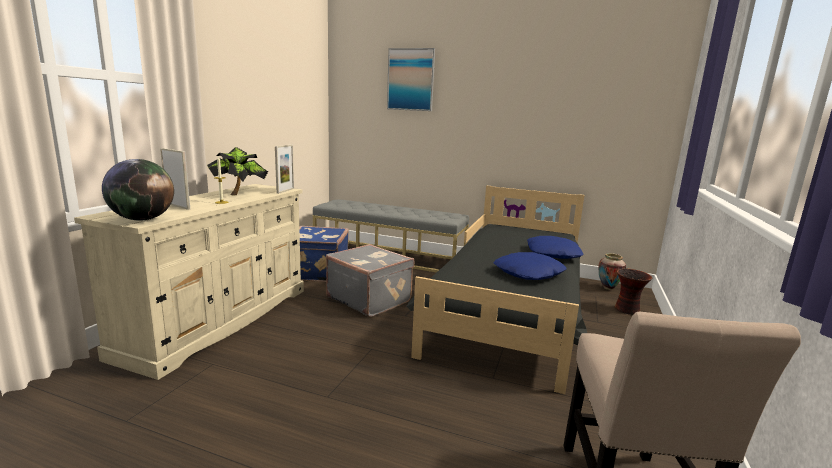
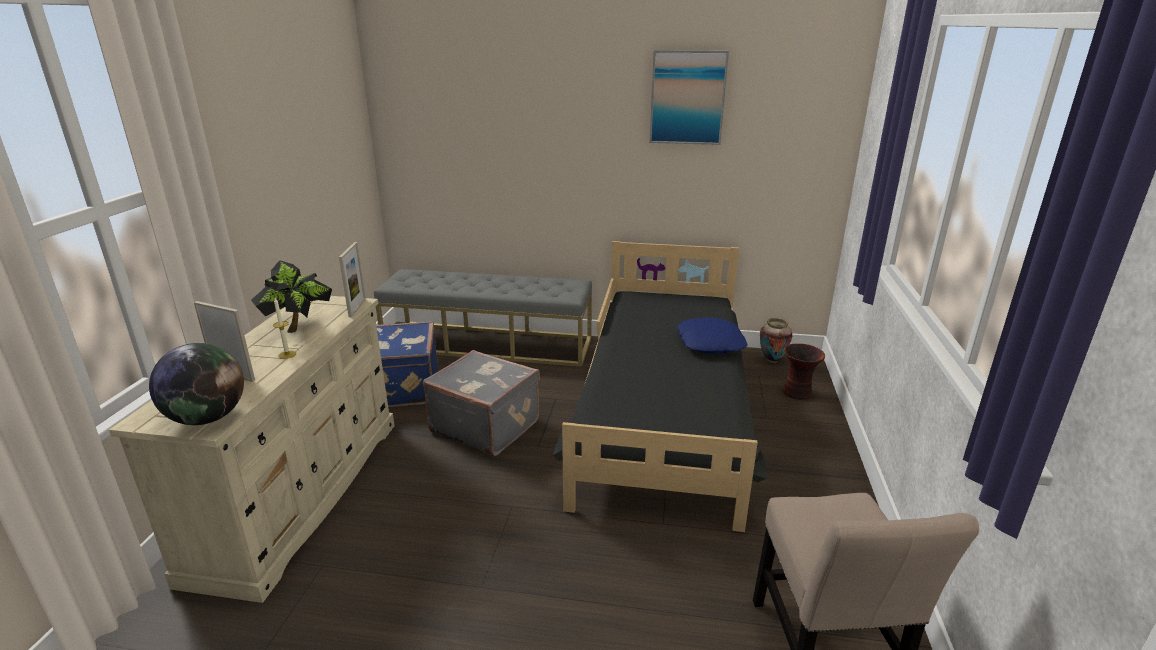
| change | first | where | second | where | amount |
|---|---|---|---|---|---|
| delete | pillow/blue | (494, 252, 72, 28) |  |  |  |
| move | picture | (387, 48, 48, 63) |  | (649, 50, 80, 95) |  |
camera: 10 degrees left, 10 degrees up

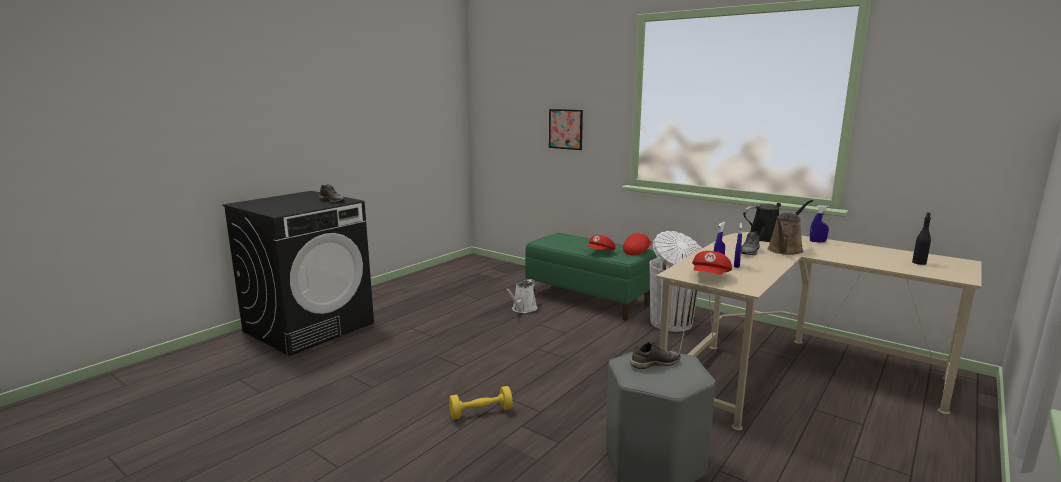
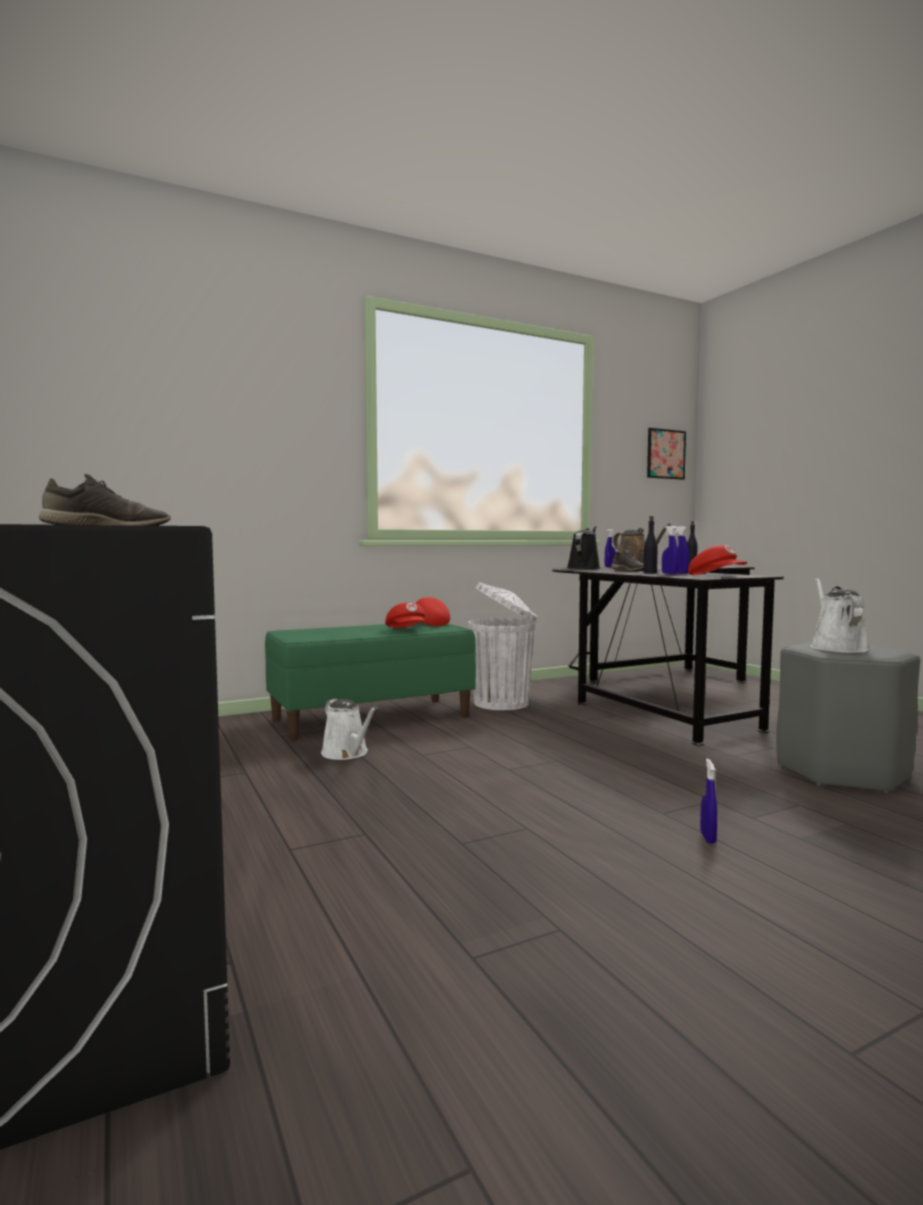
| change | first | where | second | where | amount |
|---|---|---|---|---|---|
| insert |  |  | bottle/black | (643, 516, 15, 57) |  |
| move | picture | (549, 109, 34, 41) |  | (647, 428, 39, 52) |  |
| replace | dumbbell/yellow | (449, 386, 64, 34) | spray bottle/blue | (700, 759, 17, 85) |  |
| replace | shoe/grey | (630, 341, 51, 28) | watering can/white | (811, 578, 59, 75) |  |
| recolor | desk/beige | (656, 232, 326, 199) | desk/black | (552, 565, 232, 181) |  |
camera: 65 degrees left, 10 degrees down

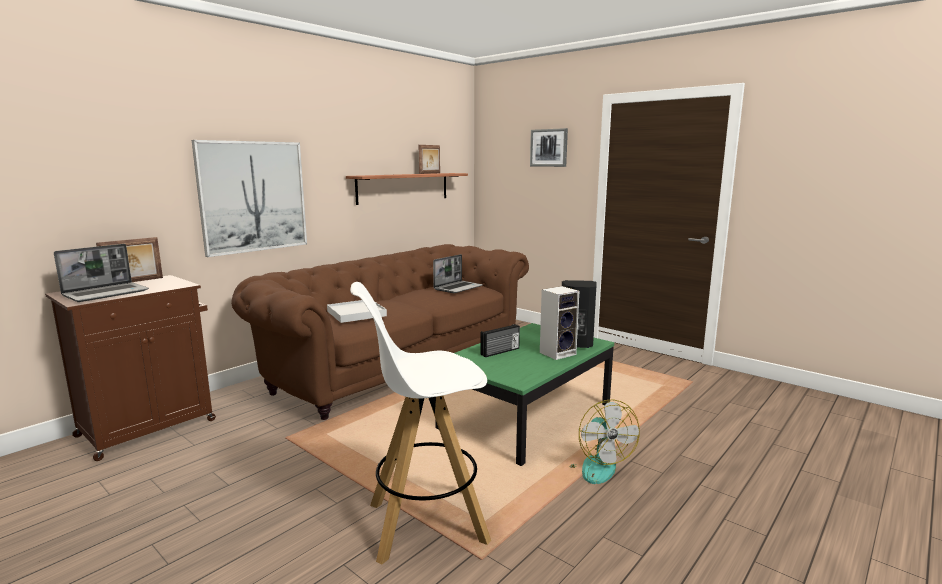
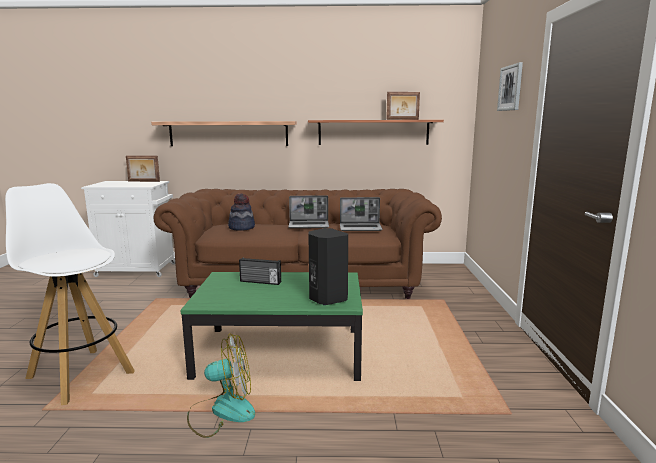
| change | first | where | second | where | amount |
|---|---|---|---|---|---|
| delete | speaker | (540, 286, 39, 74) |  |  |  |
| move | laptop | (54, 244, 95, 58) |  | (288, 195, 41, 33) |  |
| replace | picture | (192, 140, 115, 117) | shelf | (151, 121, 146, 25) |  |
| replace | tray/white | (327, 300, 60, 23) | hat | (228, 193, 27, 38) |  |
| recolor | cabinet/brown | (45, 275, 171, 186) | cabinet/white | (81, 181, 94, 96) |  |
| rotate | fan | (569, 399, 71, 85) |  | (187, 333, 68, 105) | 135 degrees counterclockwise |
camera: 50 degrees right, 0 degrees up

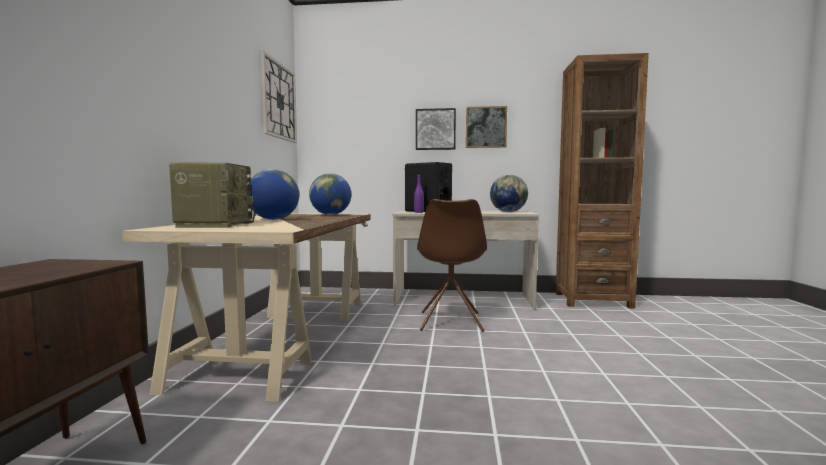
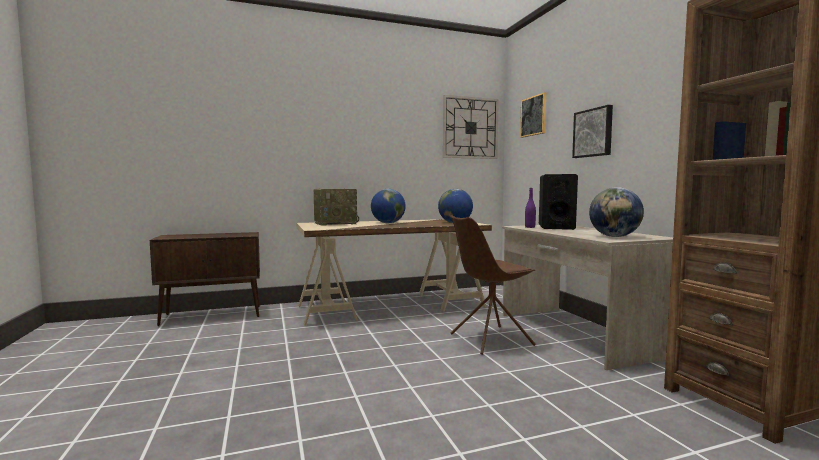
| change | first | where | second | where | amount |
|---|---|---|---|---|---|
| move | picture | (466, 106, 41, 42) |  | (520, 92, 26, 46) |  |
camera: 65 degrees right, 0 degrees up

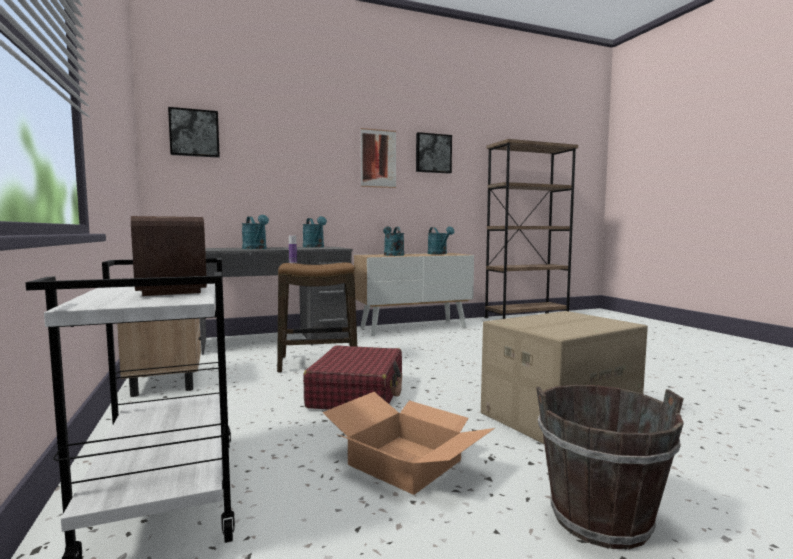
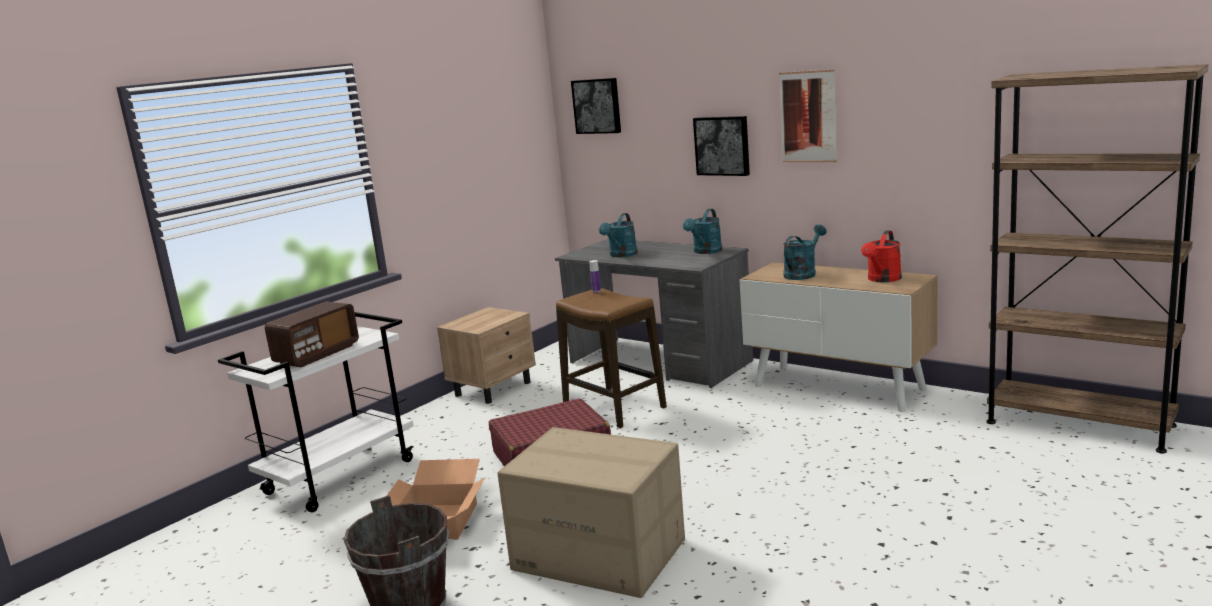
| change | first | where | second | where | amount |
|---|---|---|---|---|---|
| move | picture | (416, 132, 36, 42) |  | (693, 116, 57, 60) |  |
| recolor | watering can/turquoise | (428, 226, 26, 28) | watering can/red | (861, 230, 41, 52) |  |
camera: 60 degrees right, 10 degrees up

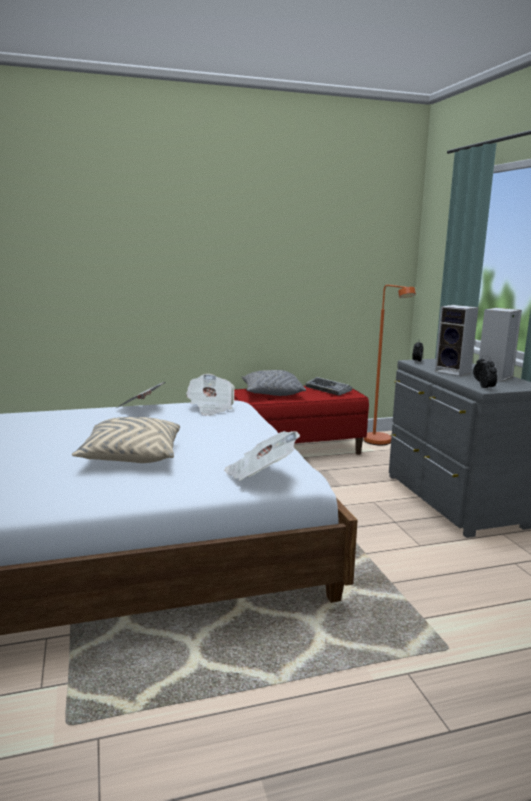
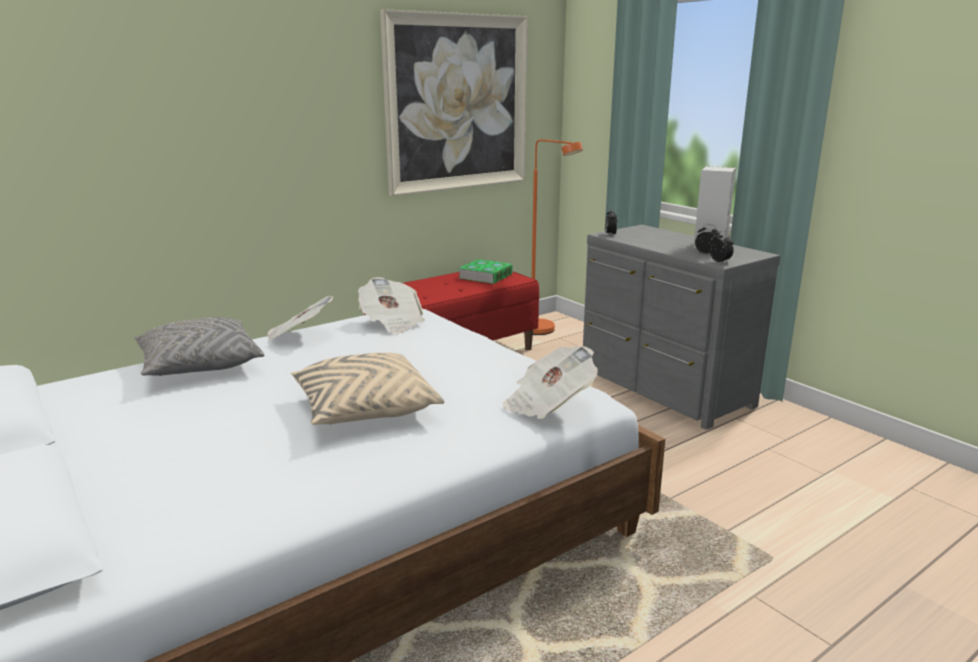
| change | first | where | second | where | amount |
|---|---|---|---|---|---|
| delete | speaker | (435, 305, 43, 71) |  |  |  |
| insert |  |  | picture | (380, 9, 148, 187) |  |
| move | pillow/grey | (242, 370, 64, 26) |  | (134, 317, 130, 59) |  |
| replace | keyboard | (306, 377, 46, 19) | book | (459, 259, 54, 25) |  |
camera: 20 degrees left, 5 degrees up

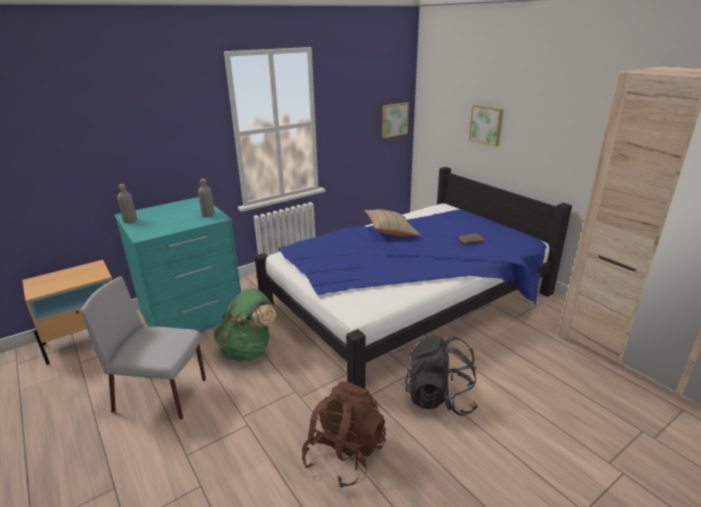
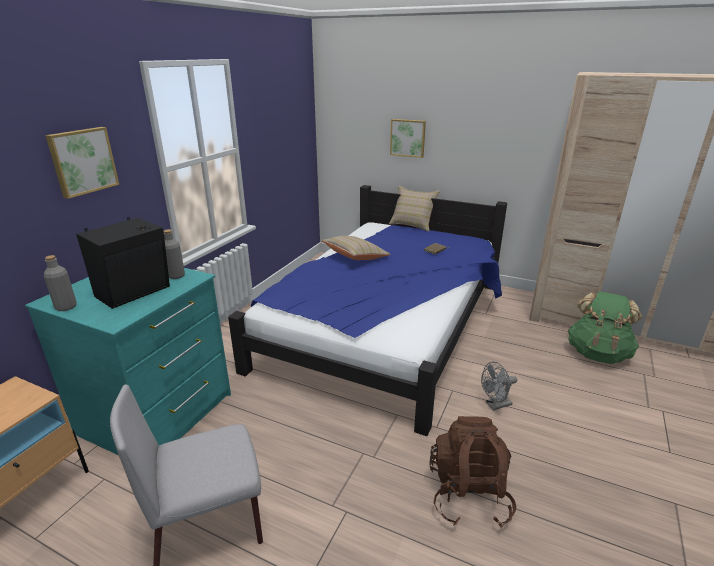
| change | first | where | second | where | amount |
|---|---|---|---|---|---|
| insert |  |  | speaker/black | (76, 217, 94, 92) |  |
| insert |  |  | pillow/beige | (389, 186, 51, 46) |  |
| move | backpack/green | (214, 288, 62, 73) |  | (568, 291, 74, 73) |  |
| move | picture | (382, 102, 27, 36) |  | (45, 127, 74, 72) |  |
| replace | backpack/black | (405, 335, 73, 81) | fan/grey | (481, 361, 36, 50) |  |
camera: 30 degrees left, 0 degrees up

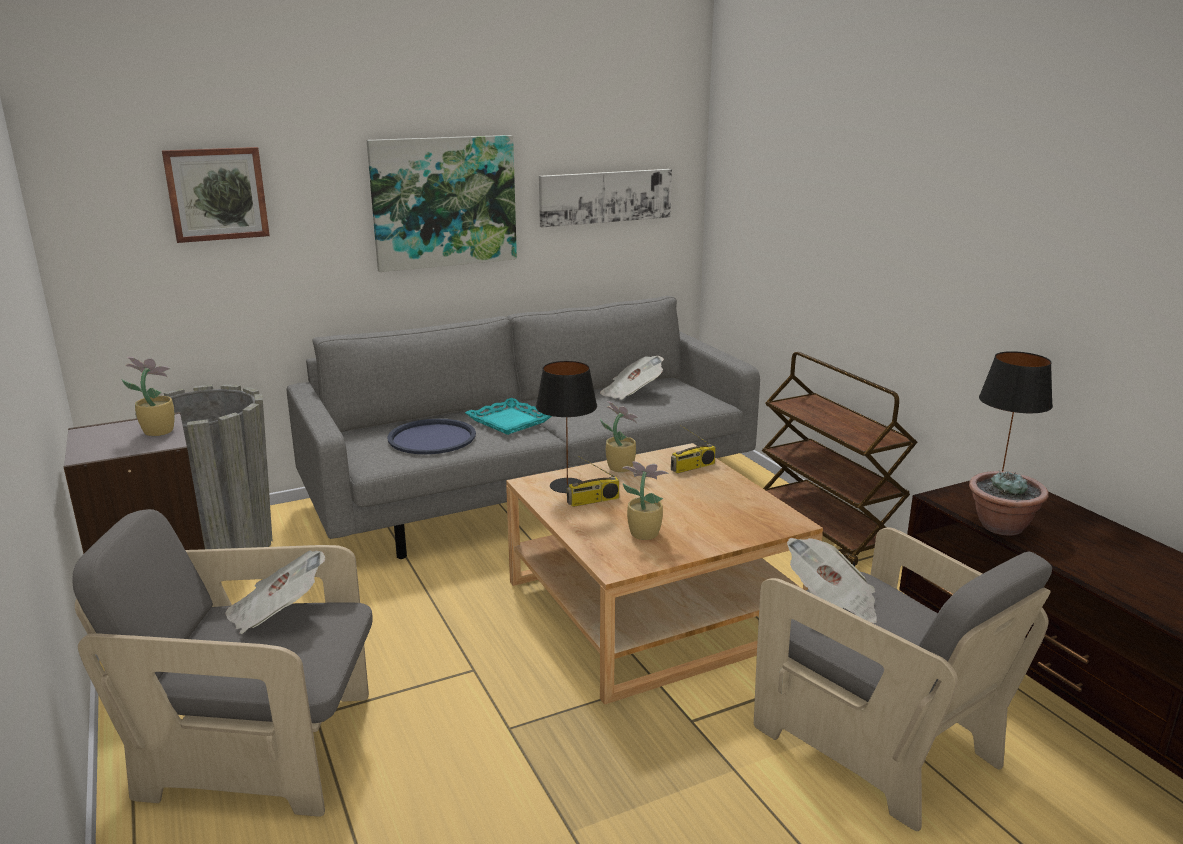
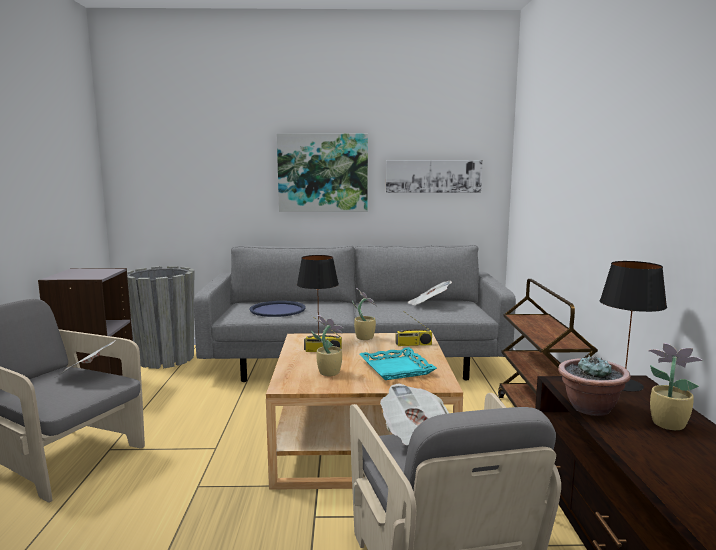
| change | first | where | second | where | amount |
|---|---|---|---|---|---|
| delete | picture | (162, 147, 108, 96) |  |  |  |
| move | potted plant | (121, 357, 54, 79) |  | (648, 343, 55, 87) |  |
| move | tray/turquoise | (465, 398, 87, 37) |  | (360, 347, 77, 33) |  |
camera: 25 degrees right, 10 degrees down

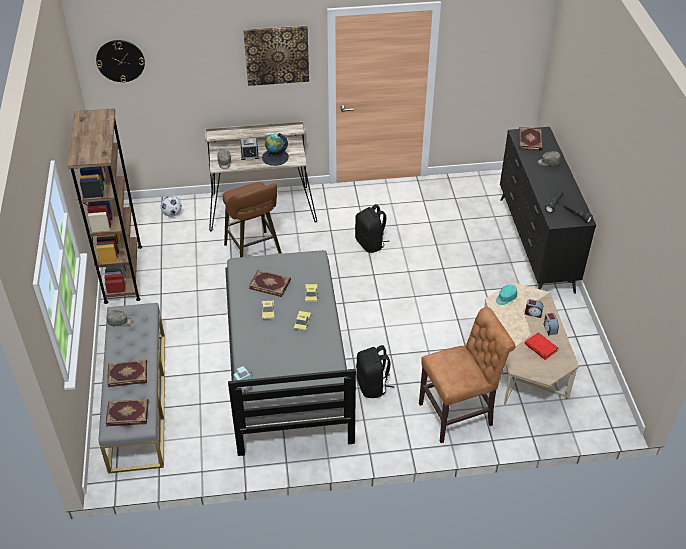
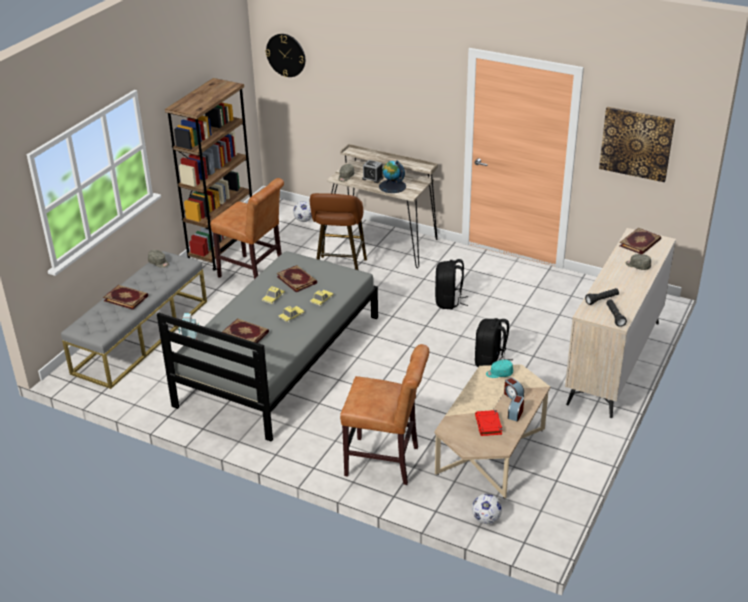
| change | first | where | second | where | amount |
|---|---|---|---|---|---|
| insert |  |  | chair/brown | (210, 178, 74, 101) |  |
| insert |  |  | football | (472, 494, 30, 30) |  |
| move | book | (105, 399, 44, 27) |  | (222, 318, 47, 25) |  |
| move | picture | (243, 25, 66, 61) |  | (599, 107, 76, 75) |  |
| move | backpack/black | (356, 345, 39, 53) |  | (475, 318, 38, 49) |  |
| recolor | dresser/black | (500, 127, 96, 167) | dresser/beige | (565, 228, 111, 190) |  |
camera: 35 degrees right, 10 degrees down

